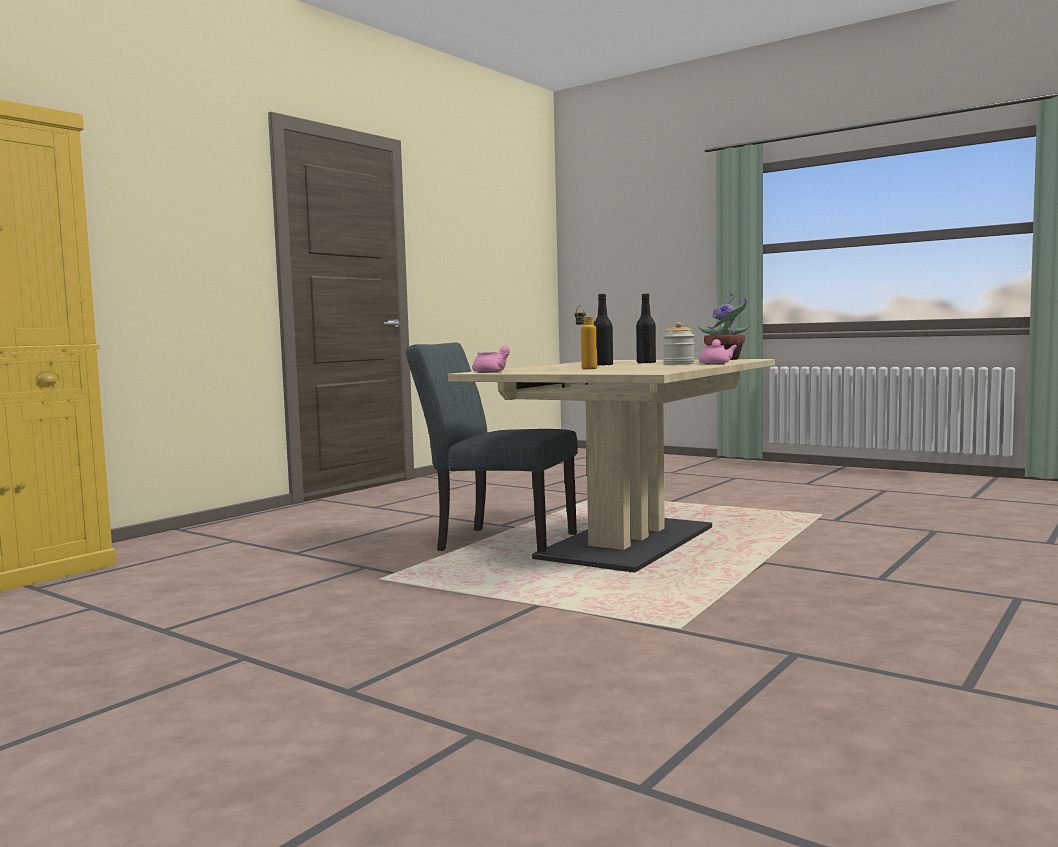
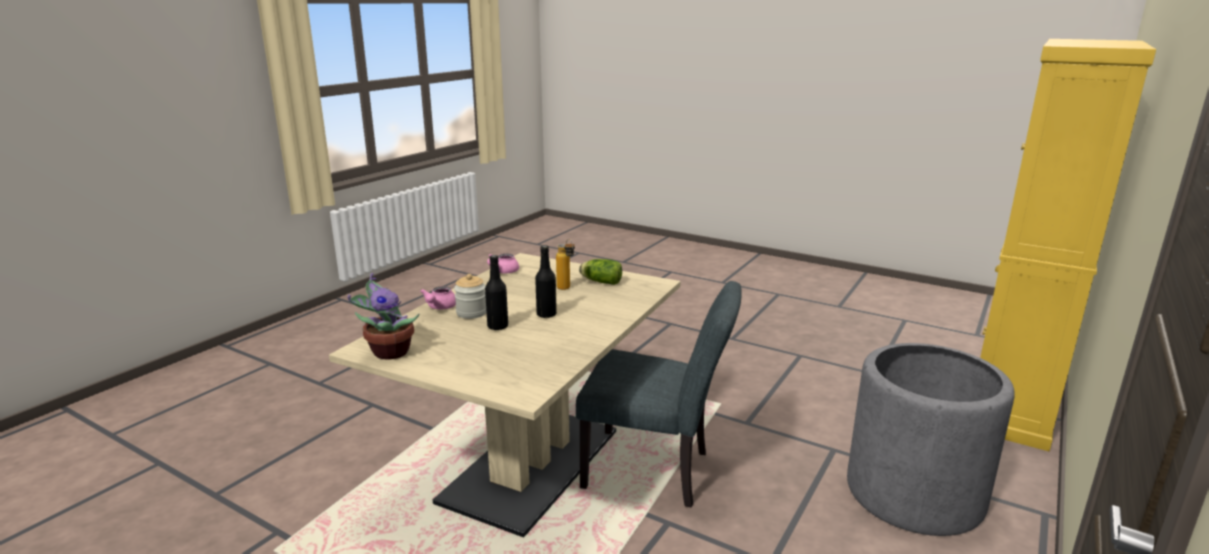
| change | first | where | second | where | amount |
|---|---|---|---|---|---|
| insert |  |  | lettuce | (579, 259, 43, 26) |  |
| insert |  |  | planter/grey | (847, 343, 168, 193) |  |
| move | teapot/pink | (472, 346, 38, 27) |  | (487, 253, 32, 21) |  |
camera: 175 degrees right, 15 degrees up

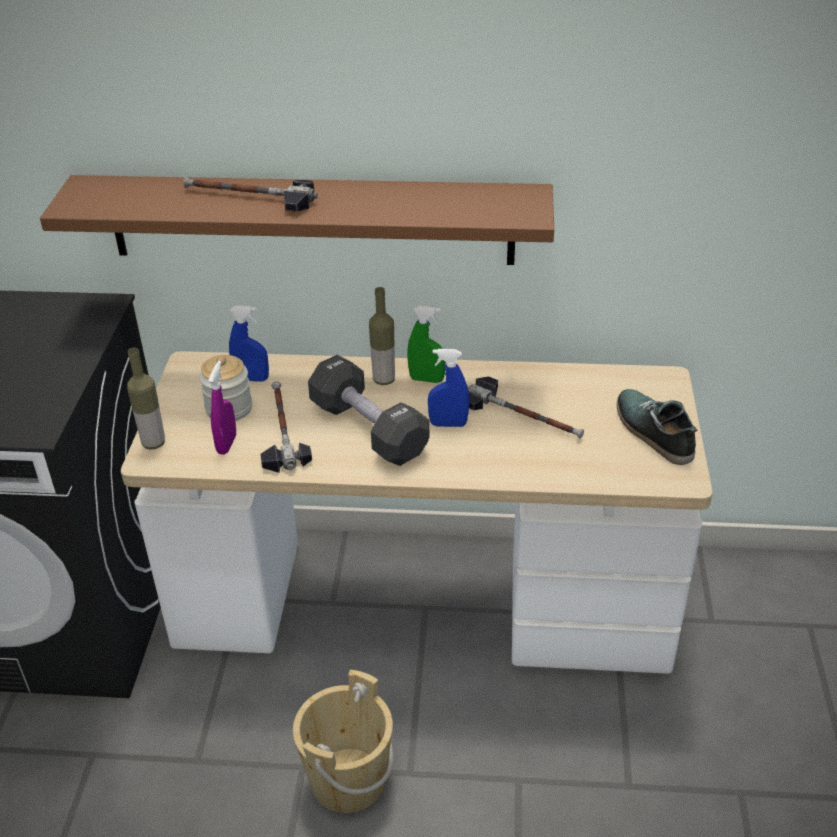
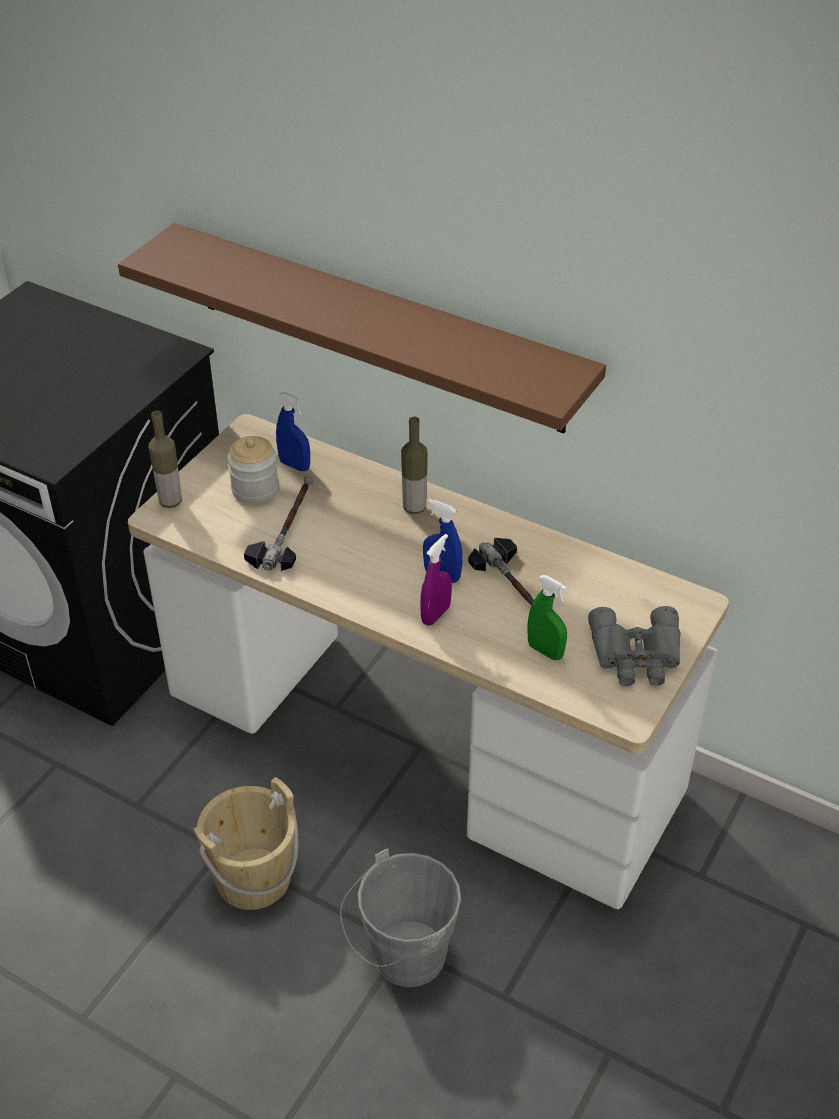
| change | first | where | second | where | amount |
|---|---|---|---|---|---|
| delete | hammer | (183, 177, 135, 35) |  |  |  |
| delete | dumbbell/black | (308, 355, 121, 111) |  |  |  |
| insert |  |  | bucket/grey | (340, 848, 121, 139) |  |
| move | spray bottle/purple | (208, 361, 28, 94) |  | (420, 534, 32, 92) |  |
| move | spray bottle/green | (407, 305, 39, 78) |  | (527, 575, 40, 85) |  |
| replace | shoe | (617, 389, 80, 76) | binoculars/grey | (588, 606, 92, 80) |  |
camera: 25 degrees right, 5 degrees up

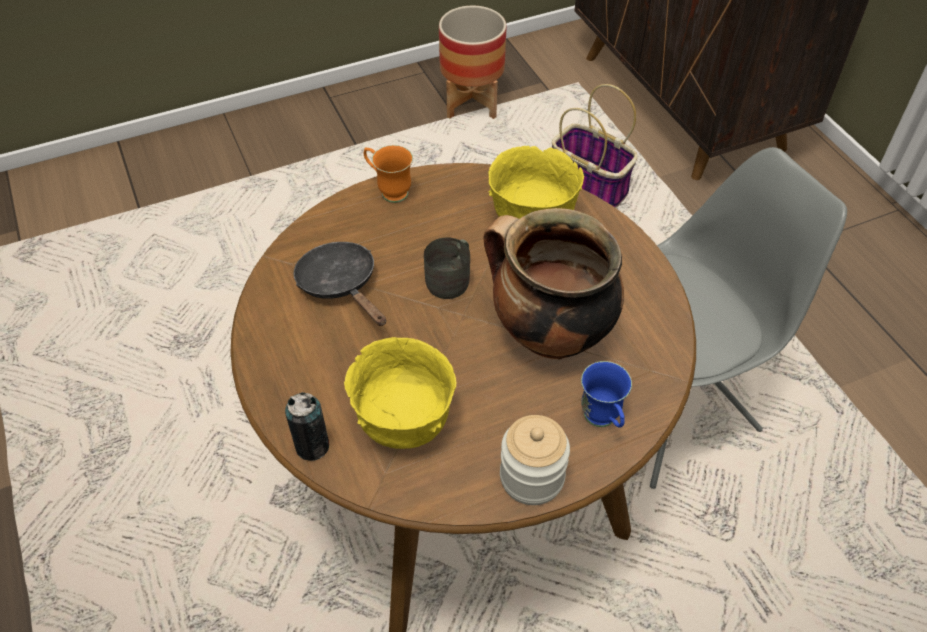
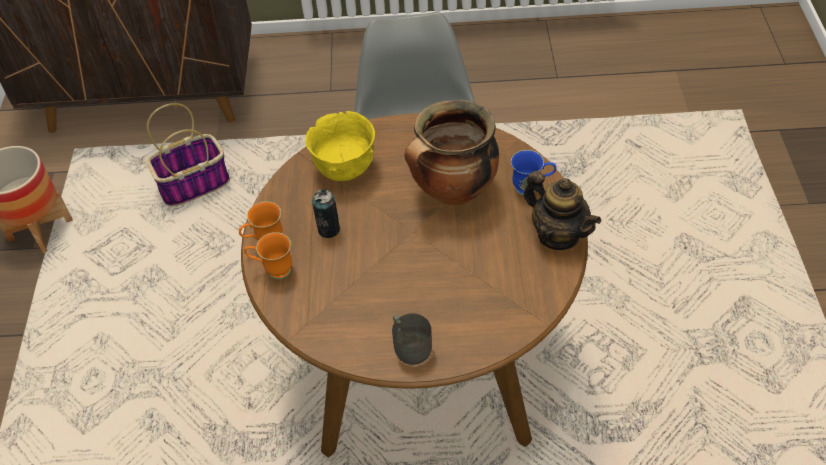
| change | first | where | second | where | amount |
|---|---|---|---|---|---|
| delete | frying pan/black | (293, 242, 93, 84) |  |  |  |
| delete | bowl/yellow | (344, 337, 112, 112) |  |  |  |
| insert |  |  | mug/orange | (244, 232, 48, 47) |  |
| move | can | (285, 392, 44, 69) |  | (312, 189, 28, 49) |  |
| move | mug/grey | (424, 237, 46, 62) |  | (392, 313, 40, 52) |  |
| replace | jar | (500, 415, 70, 90) | teapot | (524, 171, 77, 79) |  |
camera: 65 degrees left, 0 degrees up

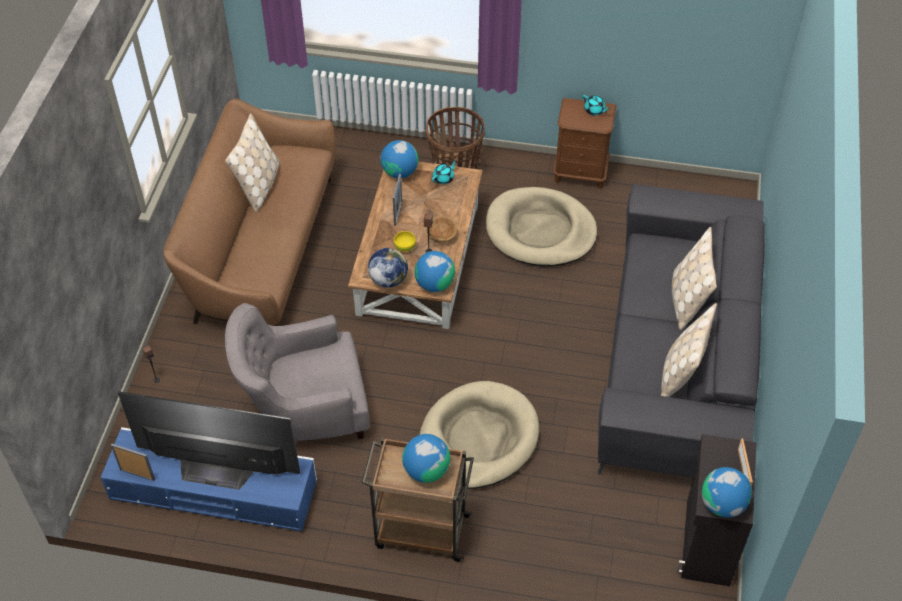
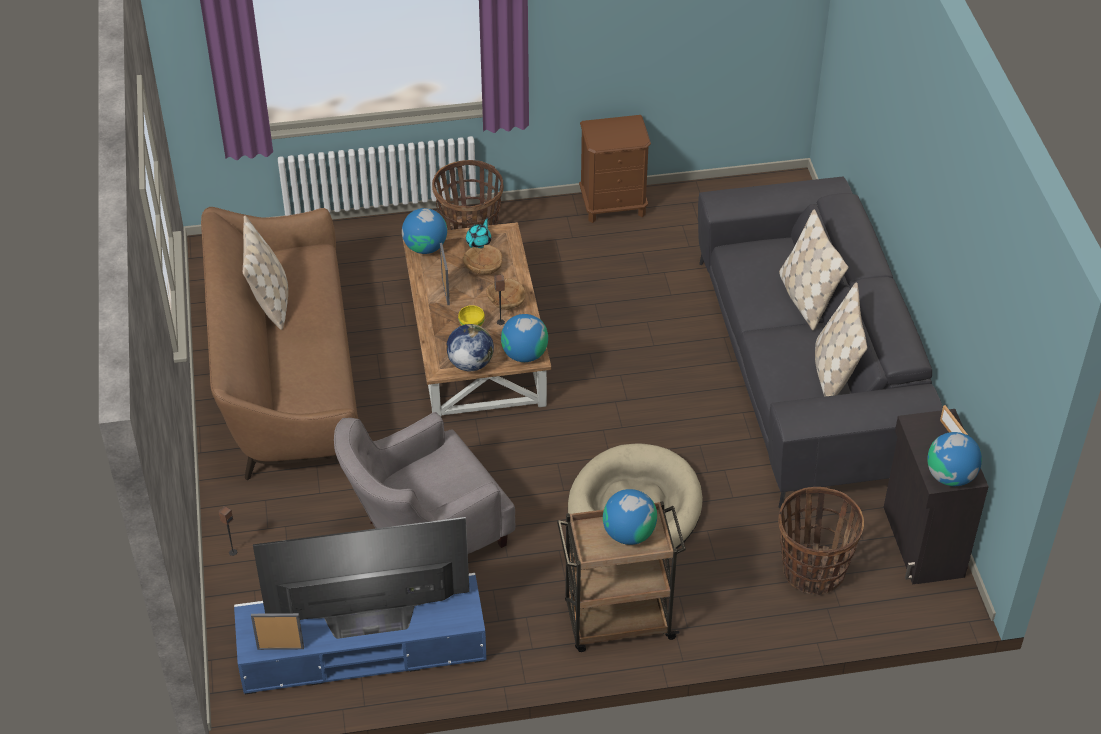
| change | first | where | second | where | amount |
|---|---|---|---|---|---|
| delete | dog bed/beige | (486, 187, 111, 80) |  |  |  |
| delete | teapot/turquoise | (582, 95, 28, 20) |  |  |  |
| insert |  |  | bowl/brown | (463, 245, 39, 30) |  |
| insert |  |  | basket | (778, 487, 86, 108) |  |
camera: 20 degrees left, 5 degrees down

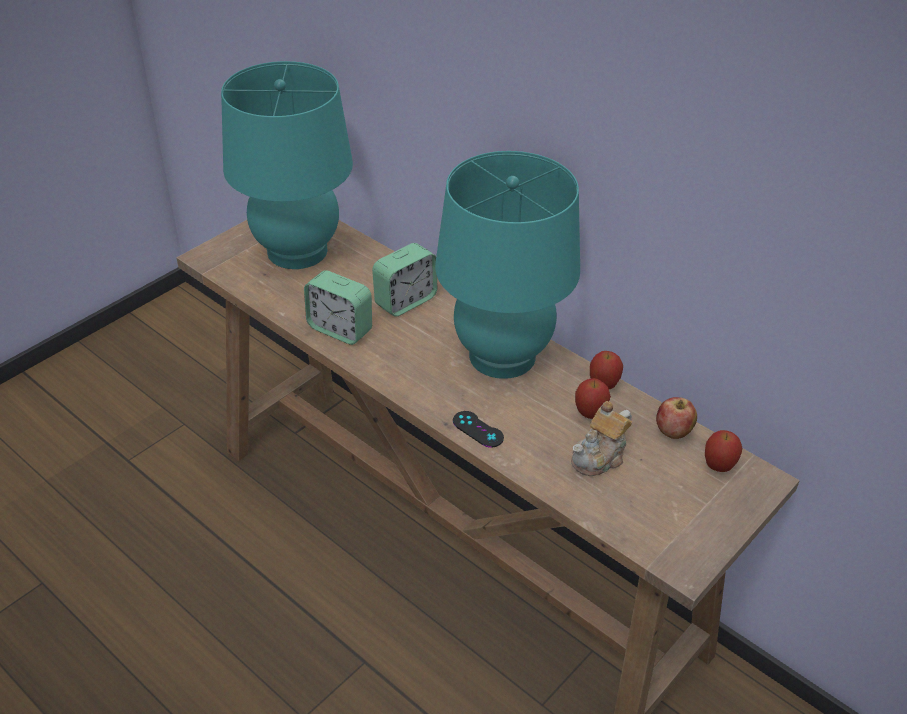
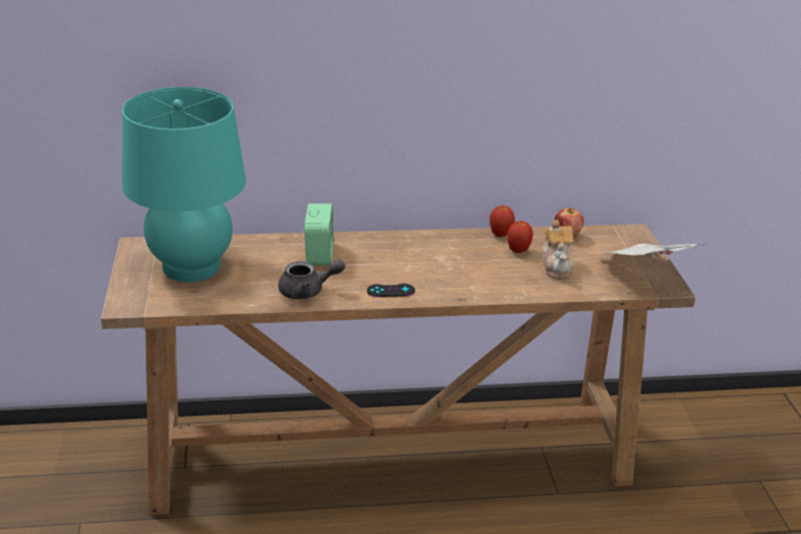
| change | first | where | second | where | amount |
|---|---|---|---|---|---|
| delete | table lamp/turquoise | (435, 151, 145, 228) |  |  |  |
| delete | apple | (705, 430, 37, 42) |  |  |  |
| insert |  |  | newspaper | (601, 243, 100, 16) |  |
| move | game controller/black | (453, 411, 51, 37) |  | (367, 284, 48, 13) |  |
| replace | alarm clock | (304, 270, 68, 75) | teapot/grey | (278, 259, 67, 40) |  |
camera: 50 degrees left, 10 degrees down

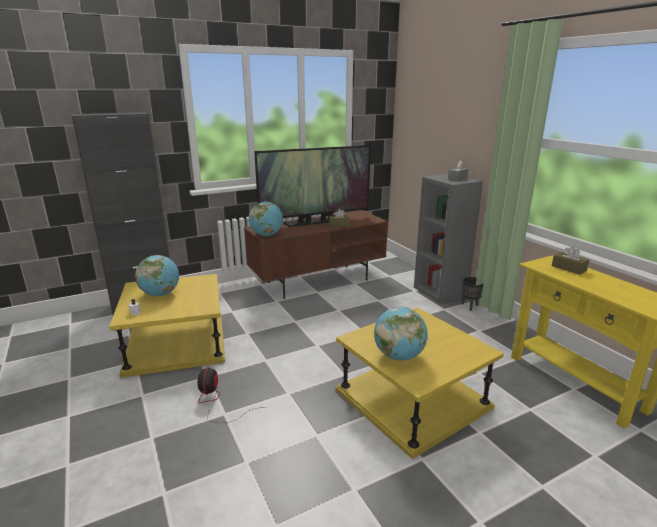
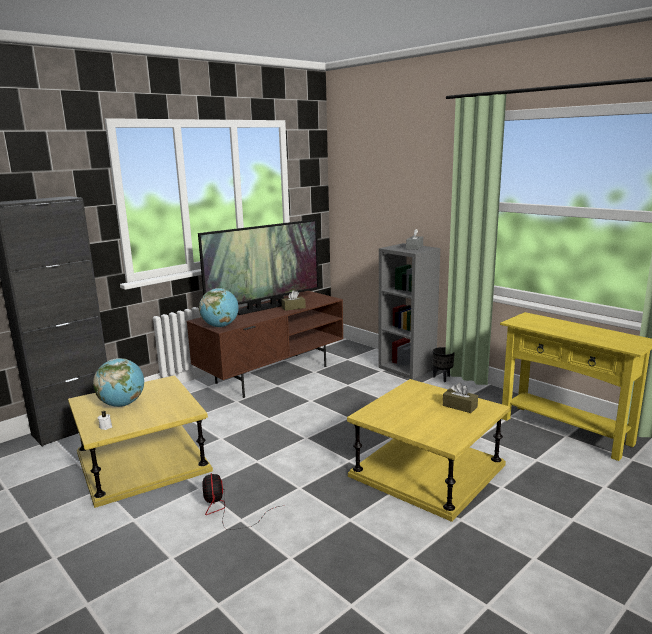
| change | first | where | second | where | amount |
|---|---|---|---|---|---|
| delete | globe | (374, 307, 54, 54) |  |  |  |
| move | tissue box/brown | (552, 246, 37, 29) |  | (443, 383, 35, 30) |  |
camera: 15 degrees left, 5 degrees down

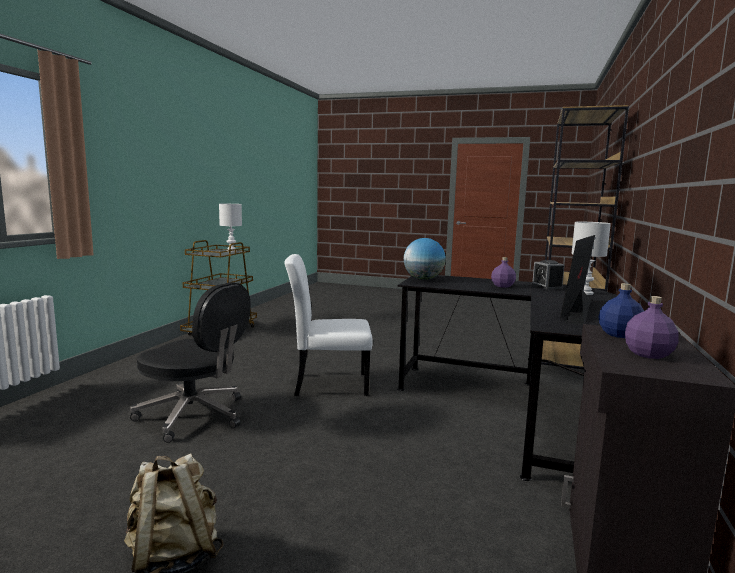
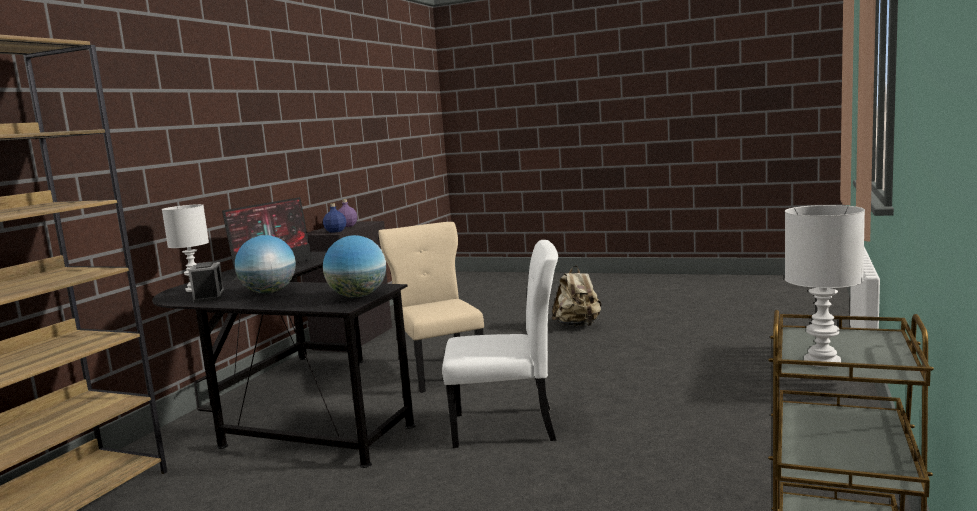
| change | first | where | second | where | amount |
|---|---|---|---|---|---|
| delete | office chair/black | (130, 282, 121, 161) |  |  |  |
| insert |  |  | chair/beige | (378, 222, 106, 171) |  |
| replace | bottle/purple | (491, 257, 25, 31) | globe | (235, 235, 61, 59) |  |
camera: 175 degrees left, 0 degrees up

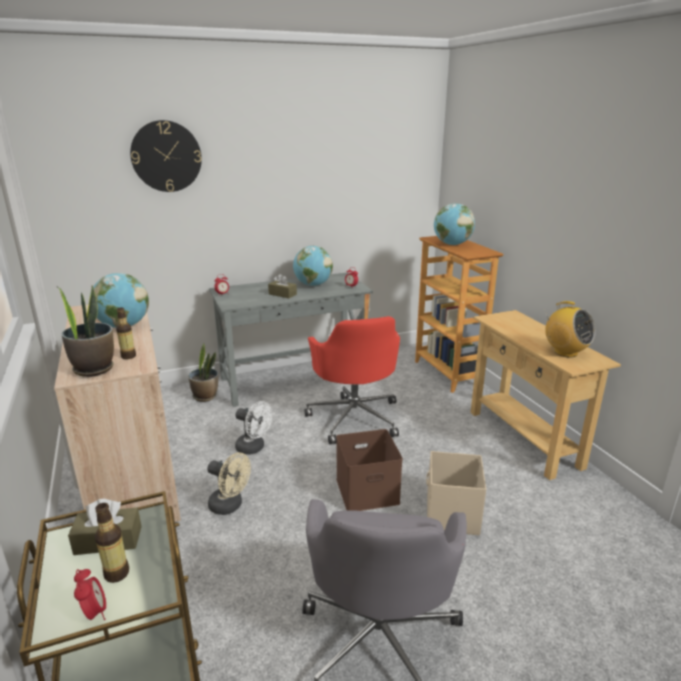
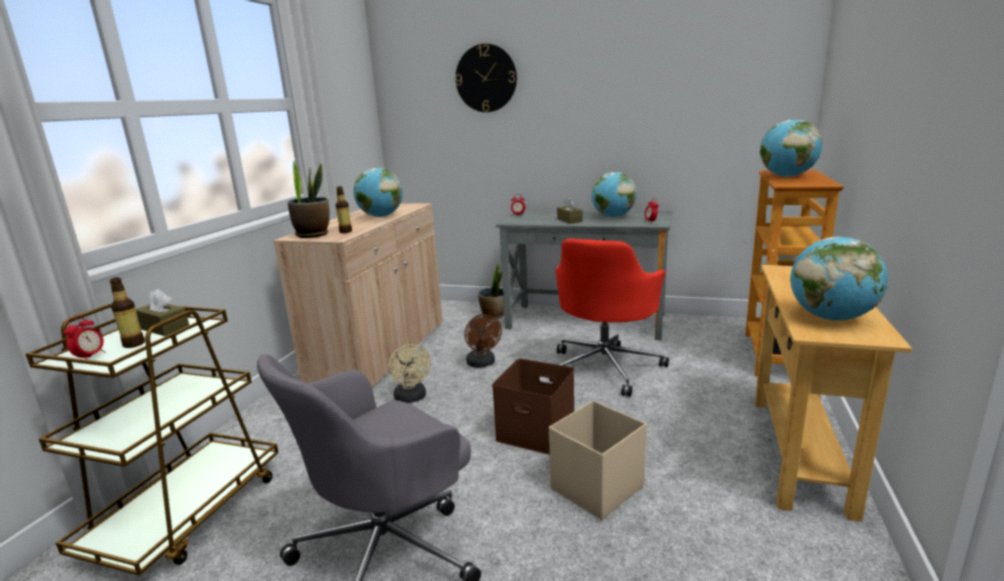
| change | first | where | second | where | amount |
|---|---|---|---|---|---|
| replace | radio | (544, 301, 52, 57) | globe | (790, 237, 98, 84) |  |
| recolor | fan/white | (235, 401, 37, 54) | fan/brown | (464, 314, 38, 54) |  |
camera: 40 degrees right, 5 degrees down

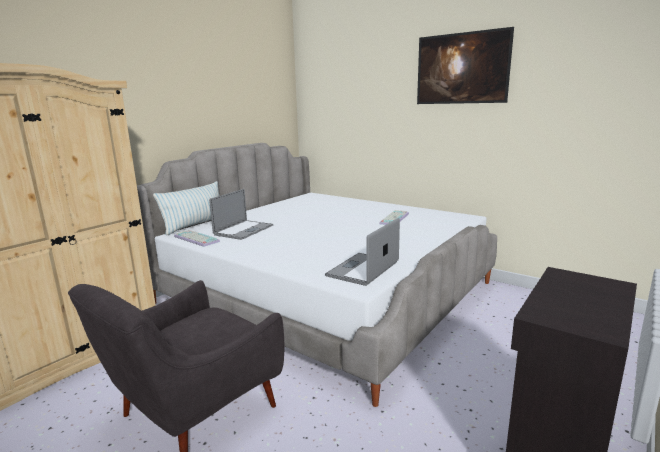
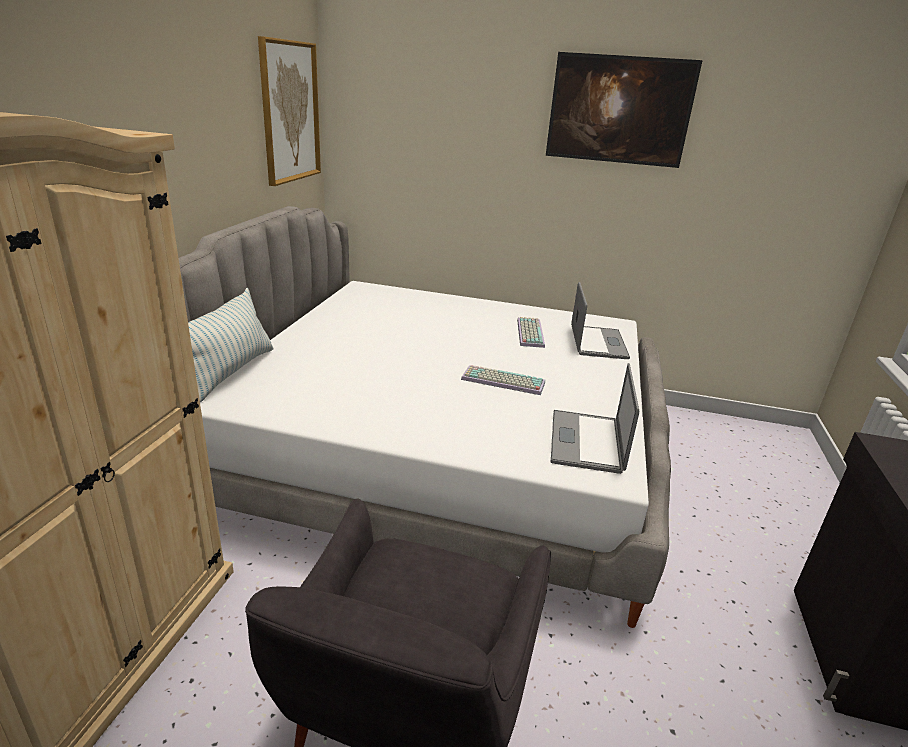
| change | first | where | second | where | amount |
|---|---|---|---|---|---|
| insert |  |  | picture | (258, 36, 63, 150) |  |
| move | keyboard | (174, 230, 46, 17) |  | (461, 365, 84, 30) |  |
| move | laptop | (209, 189, 64, 51) |  | (571, 282, 59, 77) |  |
camera: 25 degrees left, 10 degrees up

